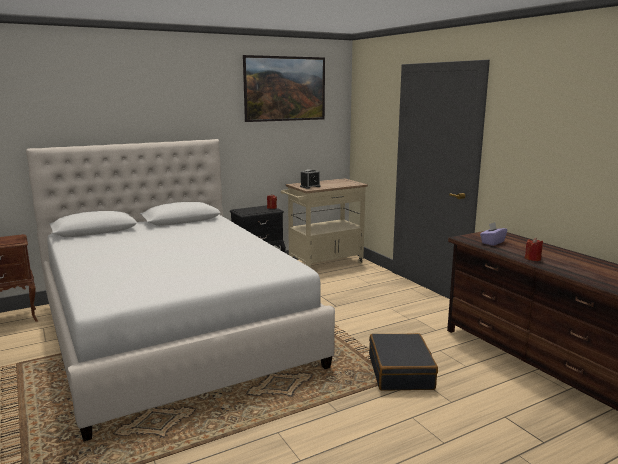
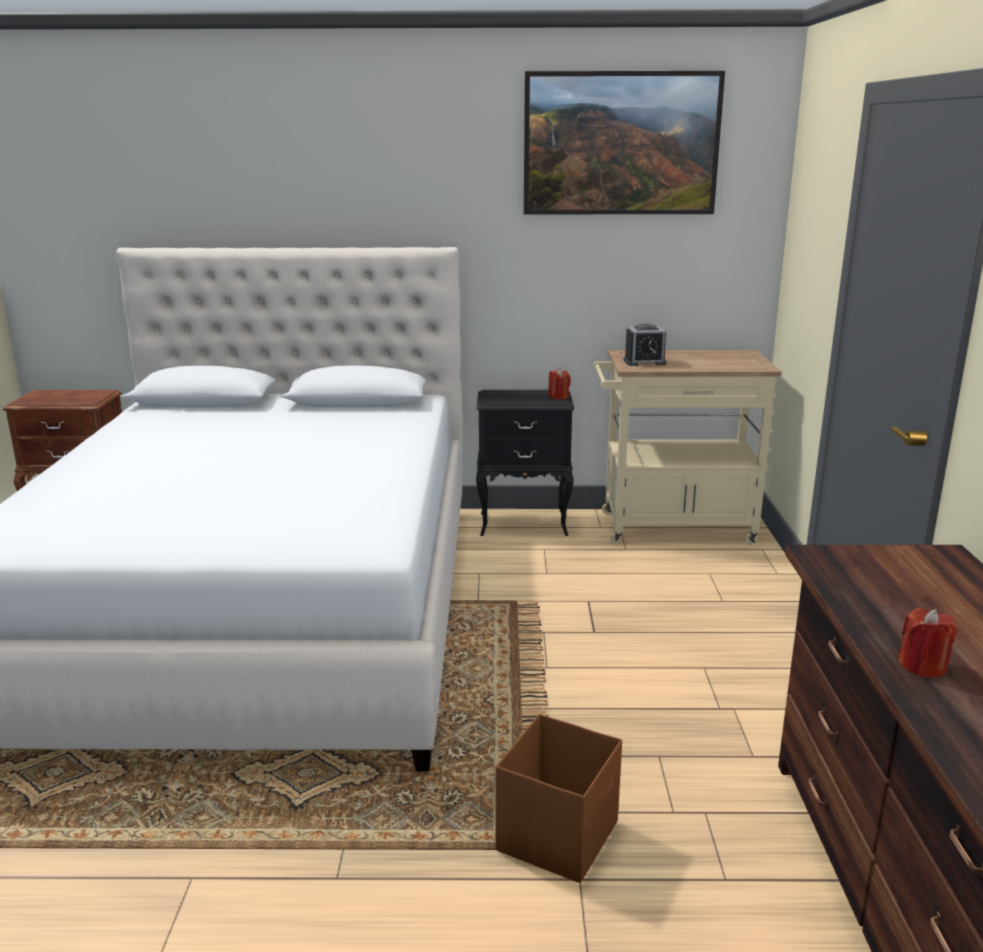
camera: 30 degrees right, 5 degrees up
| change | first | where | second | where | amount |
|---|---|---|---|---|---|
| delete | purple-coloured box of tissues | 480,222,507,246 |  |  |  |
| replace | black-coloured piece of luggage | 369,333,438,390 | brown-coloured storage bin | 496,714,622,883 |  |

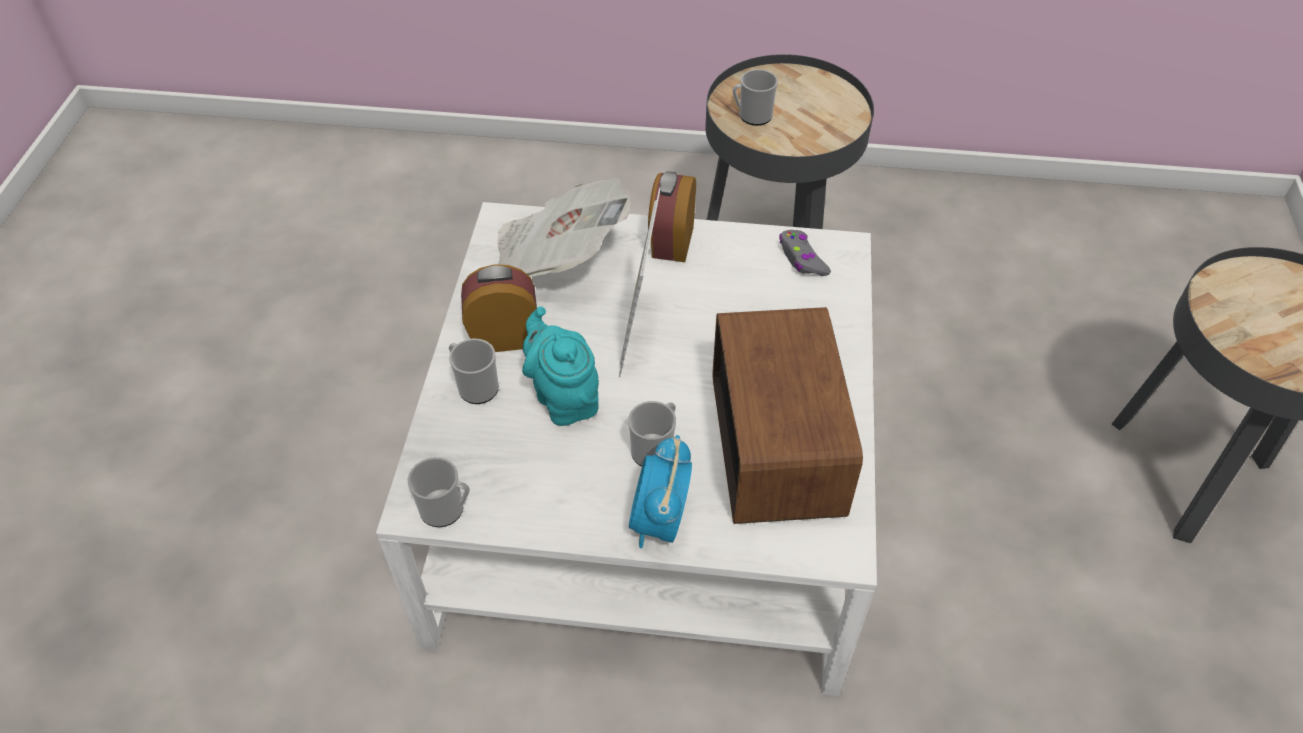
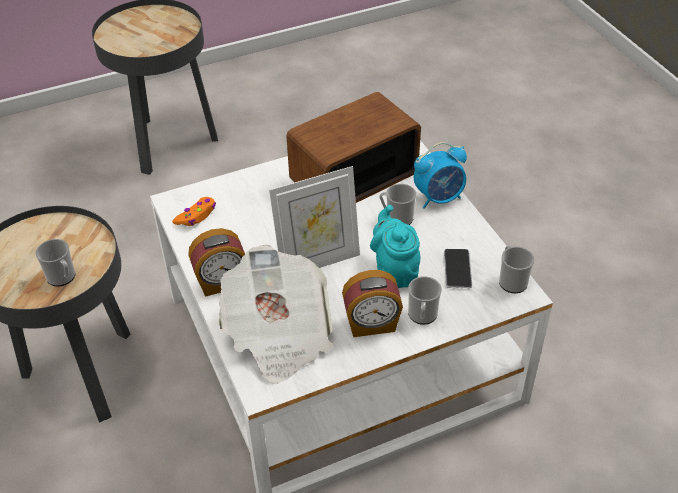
camera: 120 degrees left, 5 degrees down
| change | first | where | second | where | amount |
|---|---|---|---|---|---|
| insert |  |  | phone | 444,249,472,288 |  |
| recolor | grey gamepad | 779,230,831,276 | orange gamepad | 172,197,216,226 |  |
| rotate | table clock | 461,264,537,352 |  | 342,270,403,337 | 60 degrees counterclockwise |
| rotate | turquoise pot for tea | 522,306,599,426 |  | 370,205,420,288 | 135 degrees clockwise |

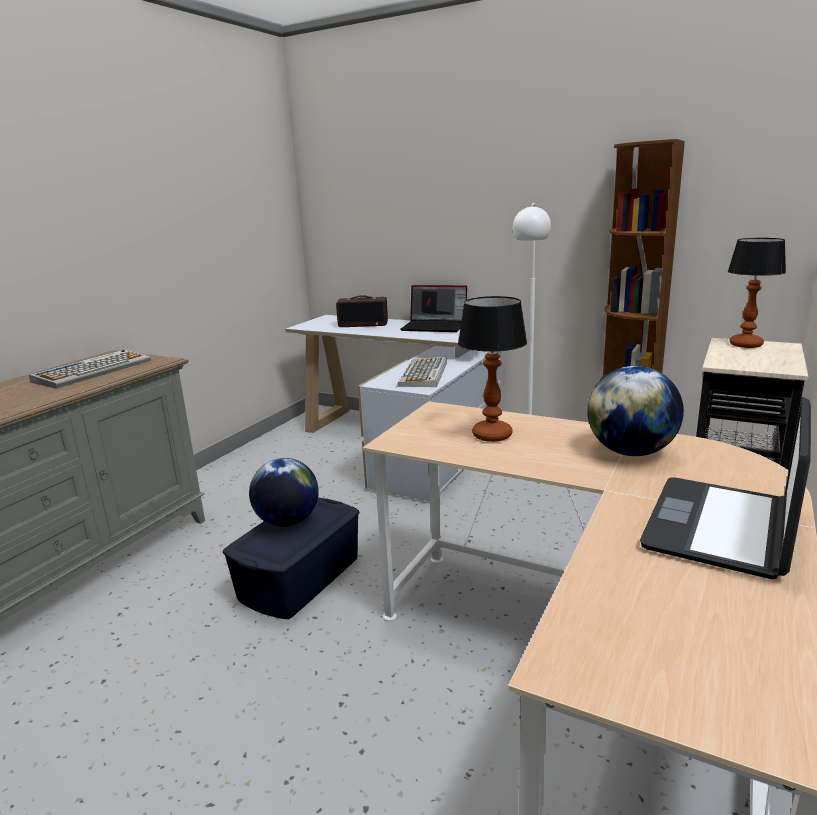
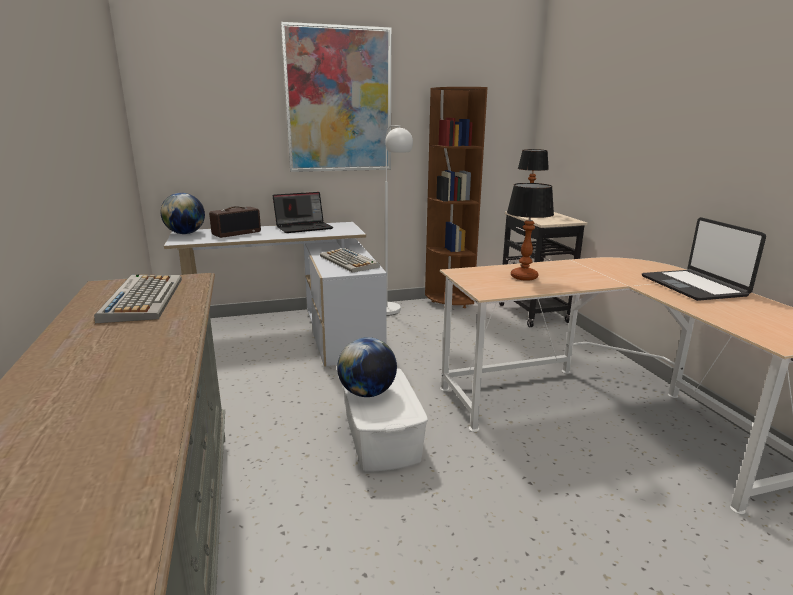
camera: 45 degrees left, 0 degrees up
| change | first | where | second | where | amount |
|---|---|---|---|---|---|
| insert |  |  | wall art | 281,22,391,172 |  |
| move | desk globe | 587,366,684,456 |  | 161,193,205,234 |  |
| recolor | blue-coloured storage bin | 223,497,359,619 | white-coloured storage bin | 342,368,428,472 |  |

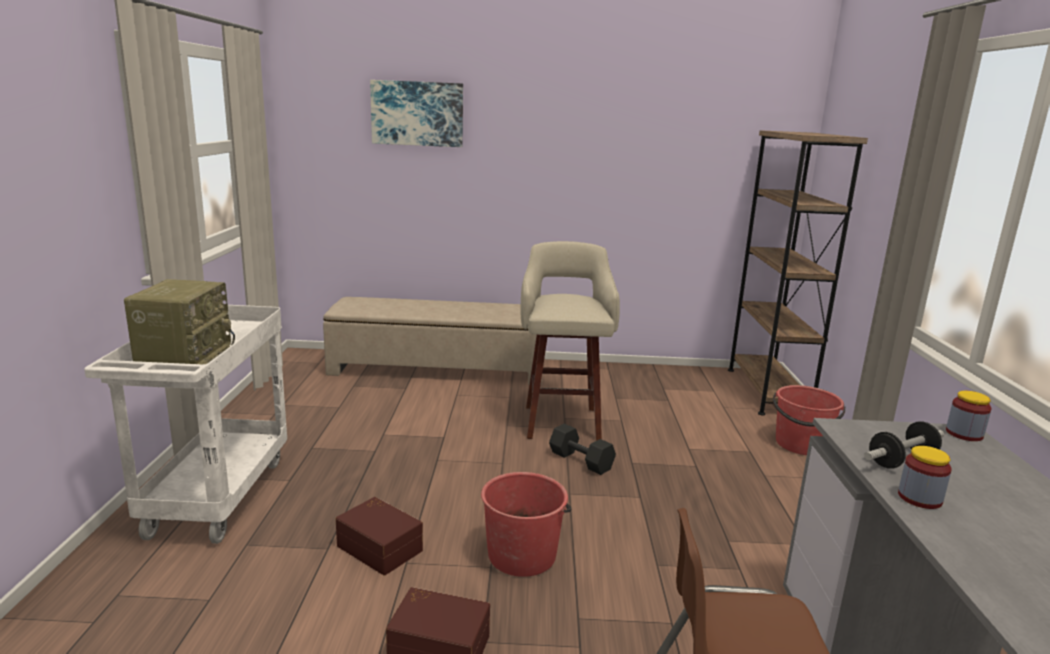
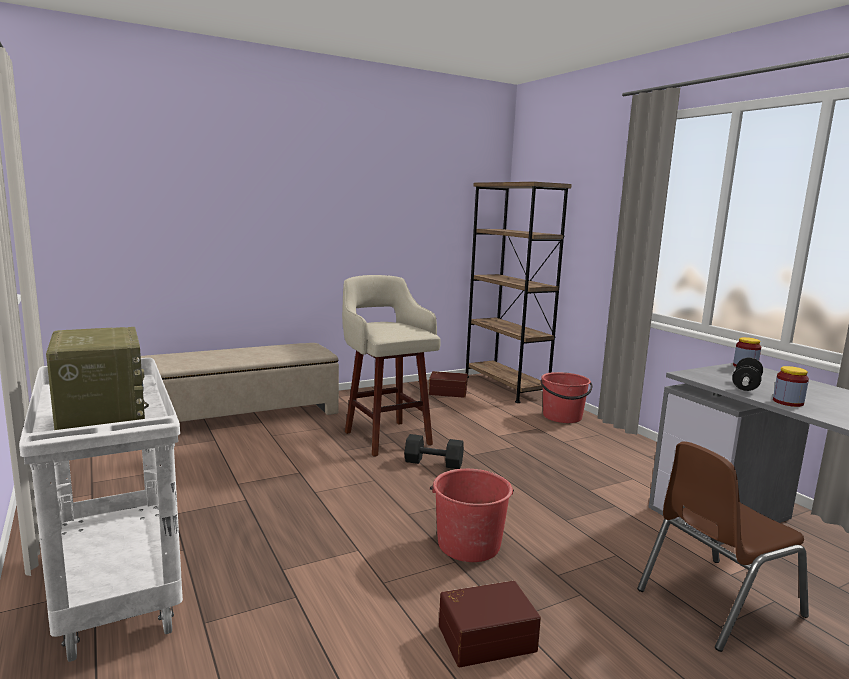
camera: 30 degrees left, 5 degrees down
| change | first | where | second | where | amount |
|---|---|---|---|---|---|
| delete | wall art | 370,80,463,147 |  |  |  |
| move | brown-coloured storage bin | 336,497,423,575 |  | 429,371,468,398 |  |

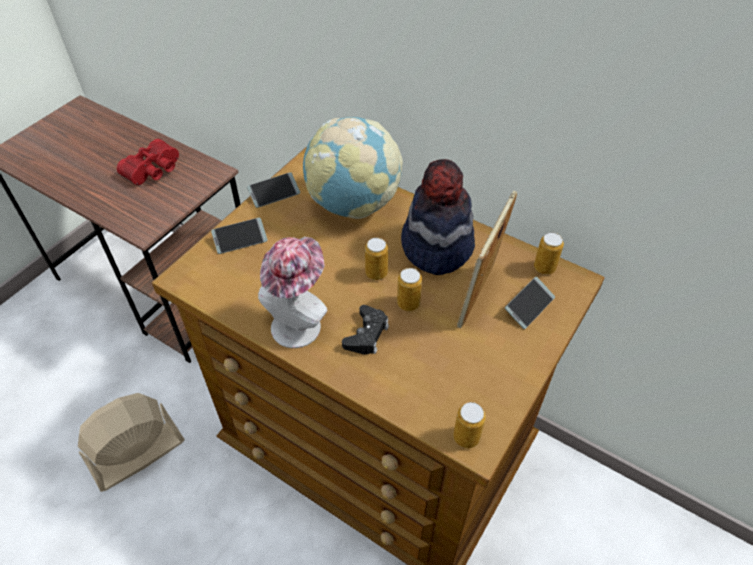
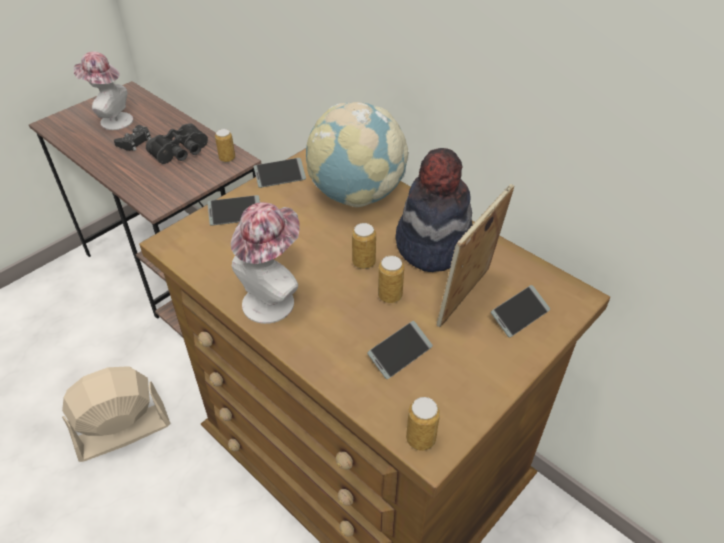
camera: 10 degrees right, 5 degrees down
| change | first | where | second | where | amount |
|---|---|---|---|---|---|
| insert |  |  | wearable hat | 73,52,133,130 |  |
| insert |  |  | phone | 367,321,433,379 |  |
| move | black-coloured gamepad | 342,305,389,355 |  | 114,125,151,151 |  |
| move | can | 534,232,564,275 |  | 215,129,235,162 |  |
| recolor | red-coloured field glasses | 117,139,179,185 | black-coloured field glasses | 146,123,208,164 |  |

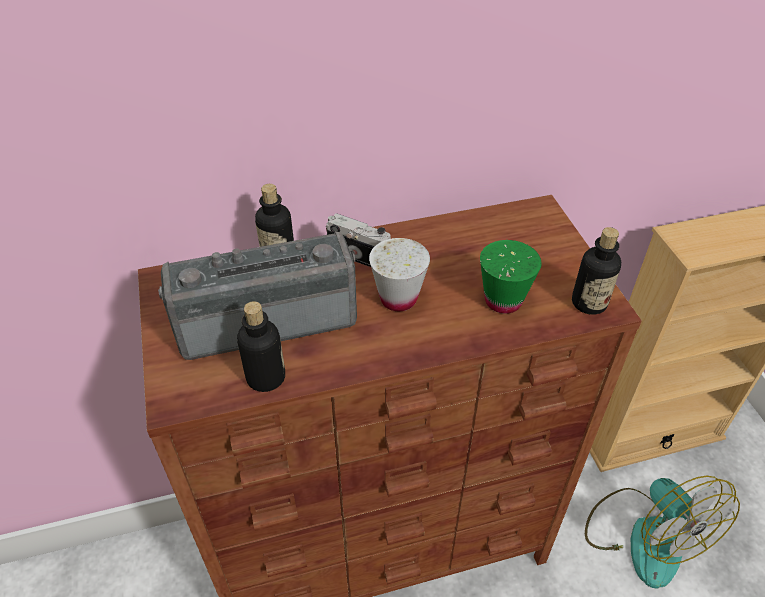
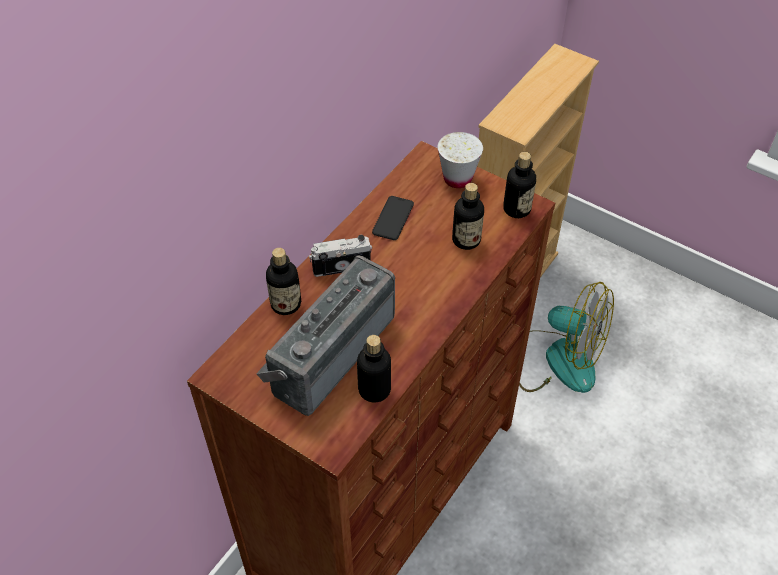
camera: 40 degrees left, 5 degrees up
| change | first | where | second | where | amount |
|---|---|---|---|---|---|
| insert |  |  | phone | 372,196,414,240 |  |
| move | white-coloured cup | 369,238,430,311 |  | 438,132,483,188 |  |
| replace | green-coloured cup | 480,240,542,314 | bottle | 452,183,484,250 |  |

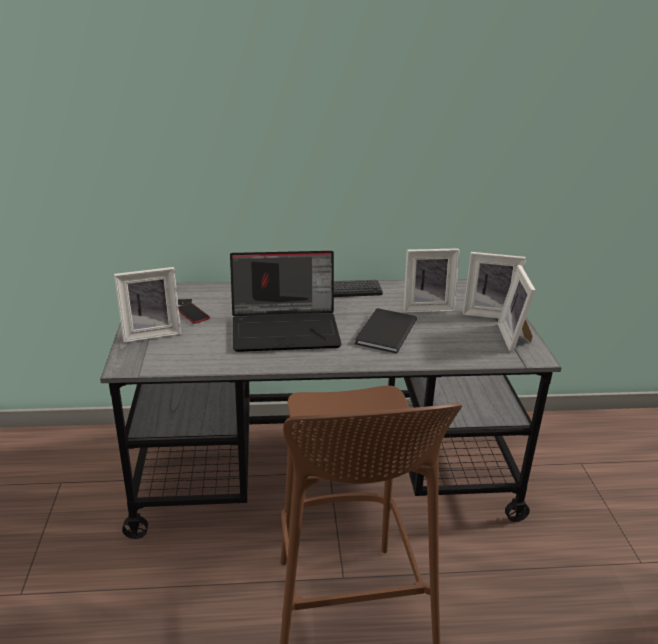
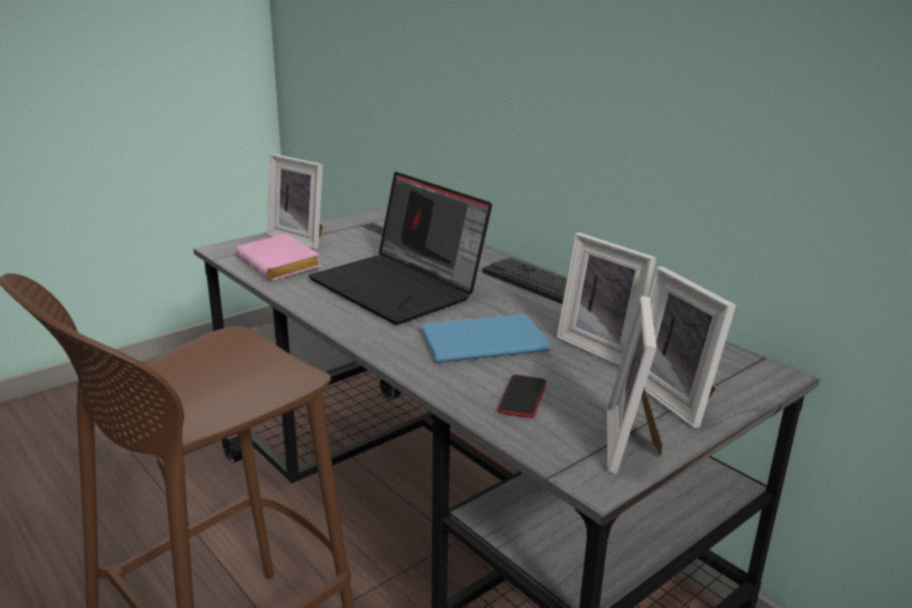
camera: 55 degrees right, 5 degrees down
| change | first | where | second | where | amount |
|---|---|---|---|---|---|
| insert |  |  | pink-coloured volume | 236,233,321,281 |  |
| move | phone | 178,303,210,324 |  | 497,375,547,418 |  |
| recolor | black-coloured volume | 355,308,417,353 | blue-coloured volume | 421,314,551,363 |  |
| rotate | photo frame | 497,265,536,352 |  | 607,296,663,474 | 45 degrees counterclockwise |

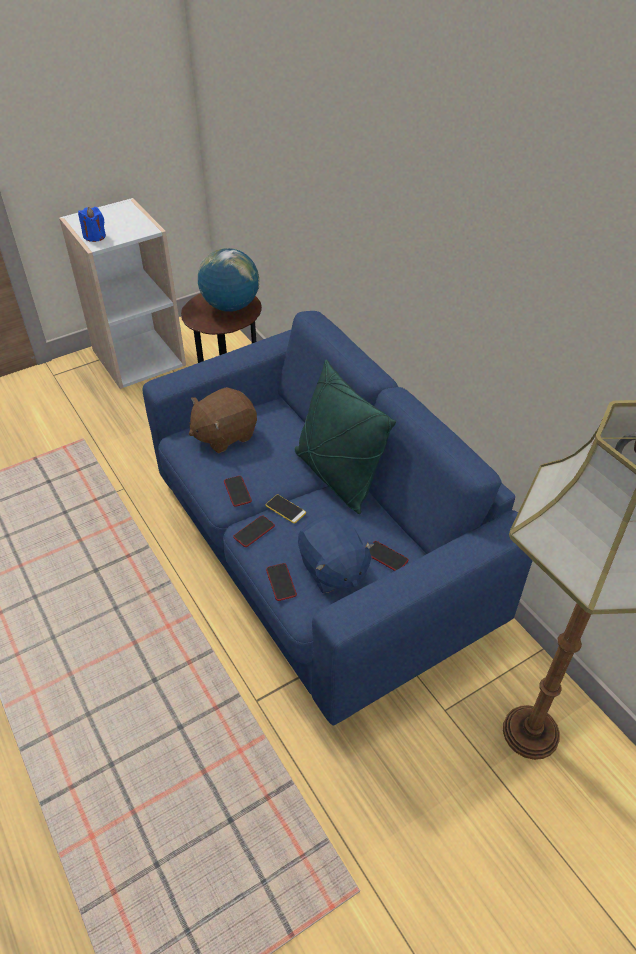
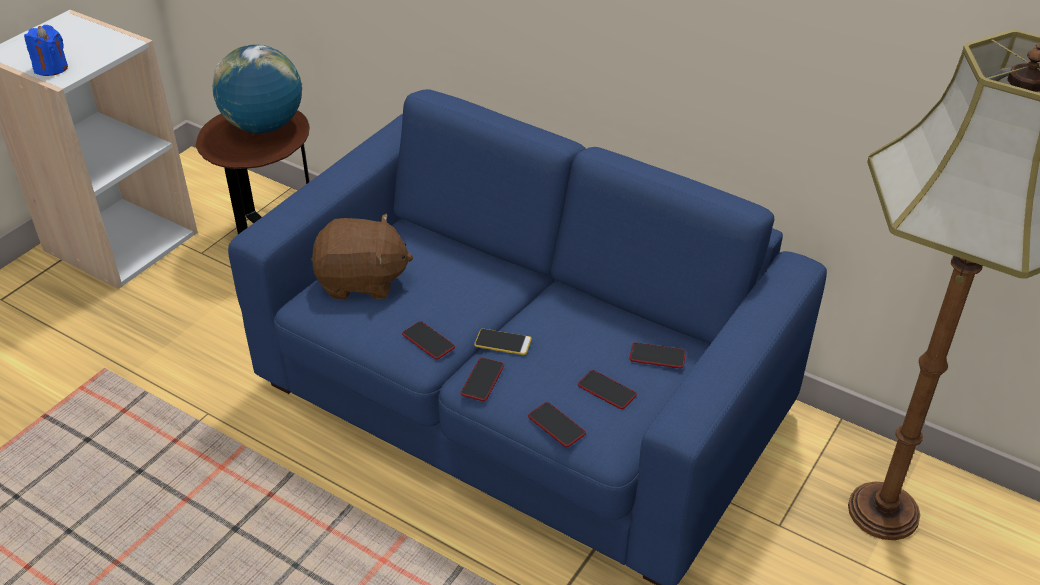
camera: 25 degrees left, 5 degrees down
| change | first | where | second | where | amount |
|---|---|---|---|---|---|
| delete | green-coloured cushion | 294,360,396,514 |  |  |  |
| replace | blue-coloured cuddly toy | 298,515,375,593 | phone | 578,370,637,409 |  |
| rotate | brown-coloured cuddly toy | 189,387,257,453 |  | 311,214,413,299 | 120 degrees counterclockwise |

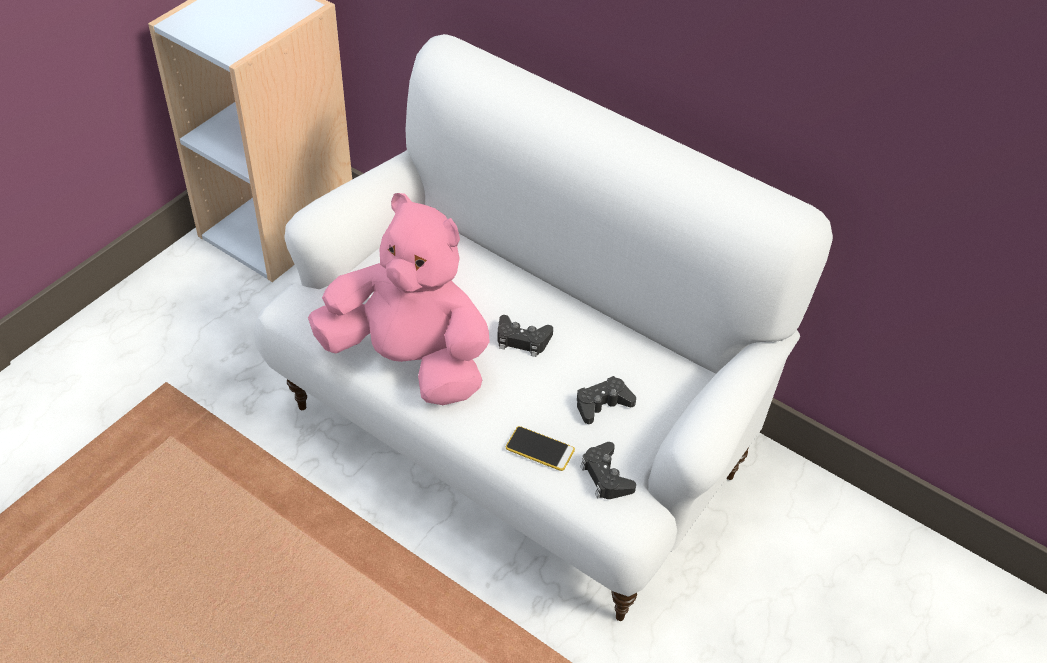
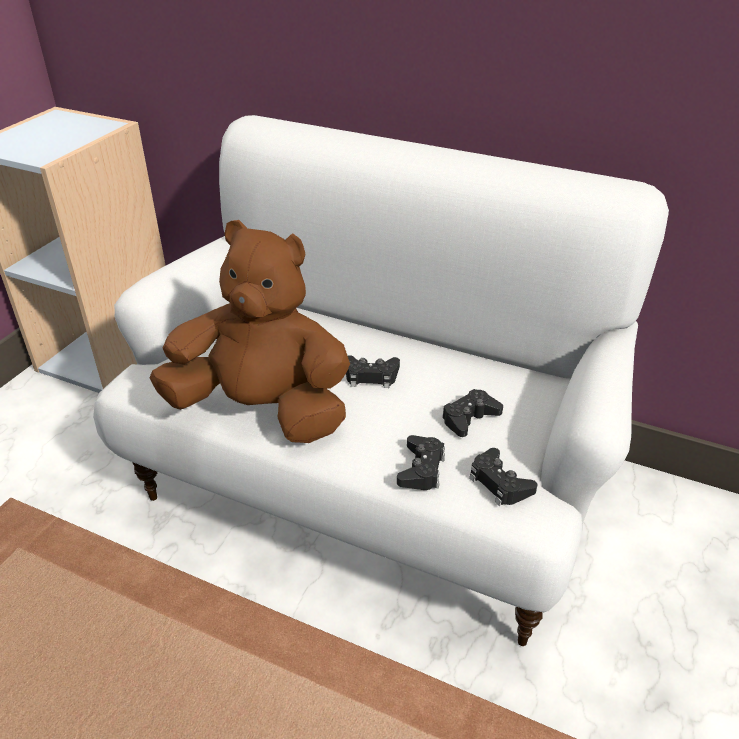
camera: 10 degrees left, 10 degrees down
| change | first | where | second | where | amount |
|---|---|---|---|---|---|
| replace | phone | 506,426,575,471 | black-coloured gamepad | 397,435,445,490 |  |
| recolor | pink-coloured cuddly toy | 308,193,490,405 | brown-coloured cuddly toy | 149,220,350,443 |  |

